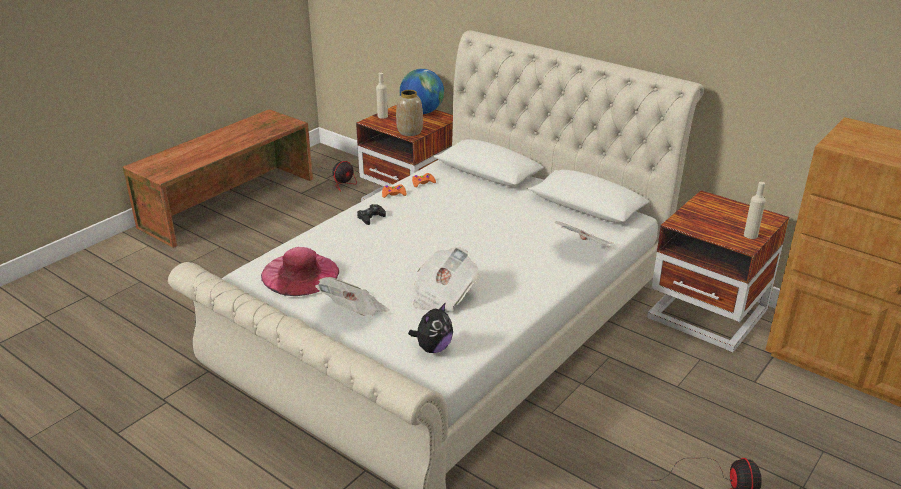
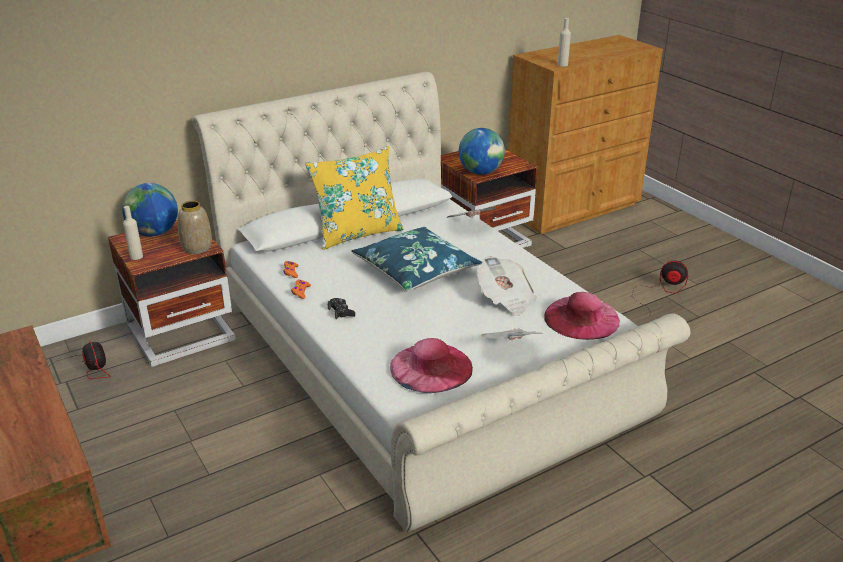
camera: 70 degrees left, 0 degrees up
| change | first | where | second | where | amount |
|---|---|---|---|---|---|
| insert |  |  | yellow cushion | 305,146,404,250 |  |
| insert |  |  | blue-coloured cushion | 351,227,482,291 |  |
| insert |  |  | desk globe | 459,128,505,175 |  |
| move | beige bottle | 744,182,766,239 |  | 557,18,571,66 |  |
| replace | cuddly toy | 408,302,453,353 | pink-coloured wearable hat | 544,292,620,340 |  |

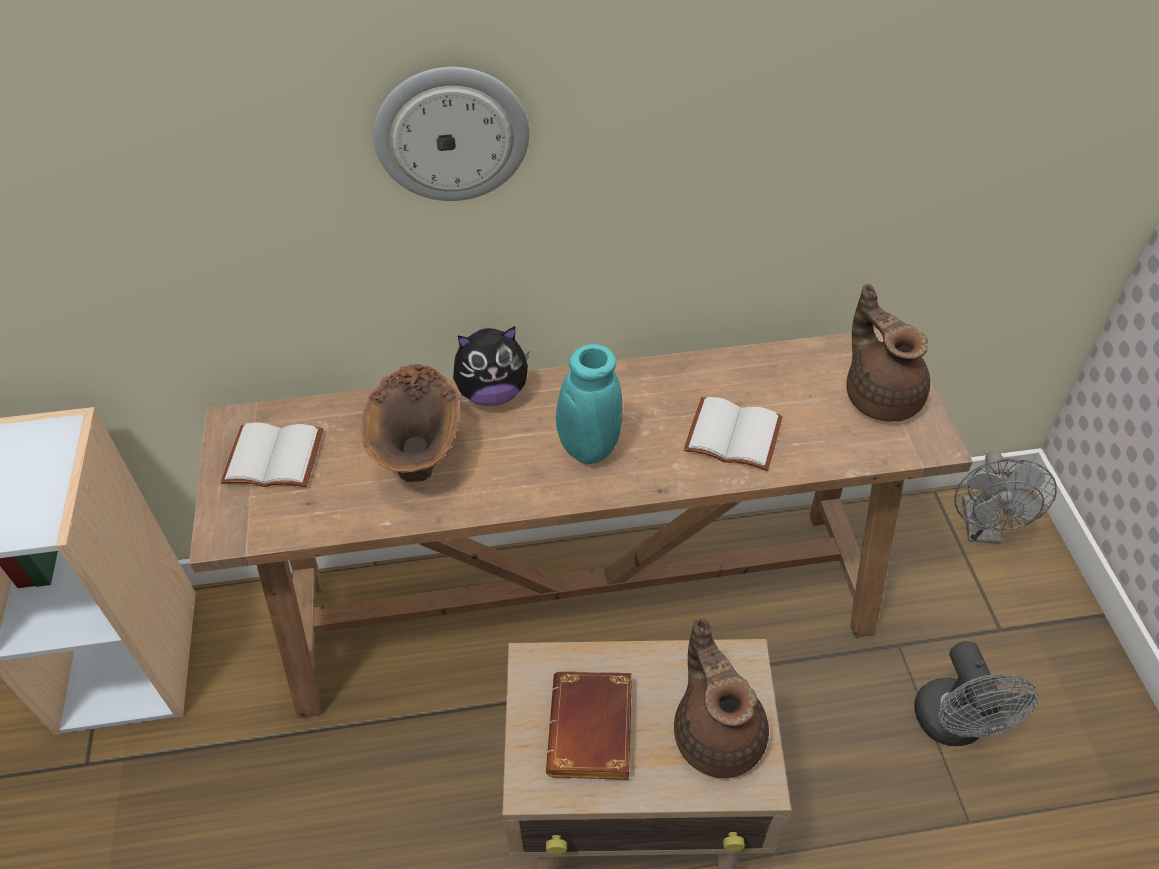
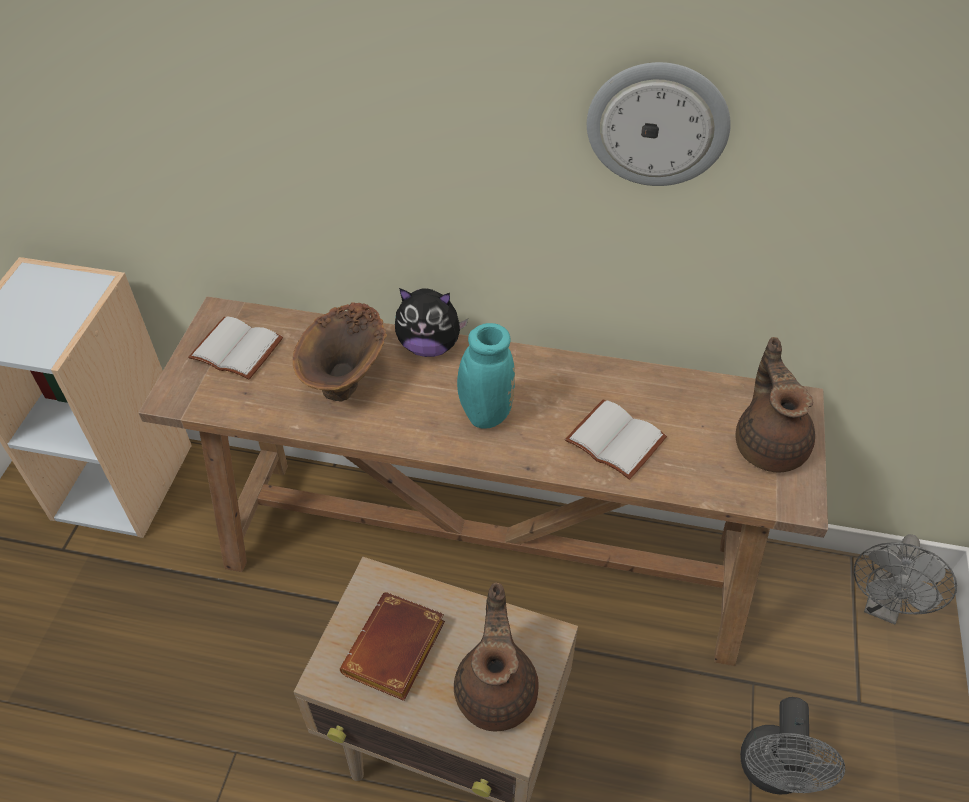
camera: 20 degrees right, 0 degrees up
| change | first | where | second | where | amount |
|---|---|---|---|---|---|
| move | wall clock | 373,67,530,201 |  | 587,62,731,186 |  |

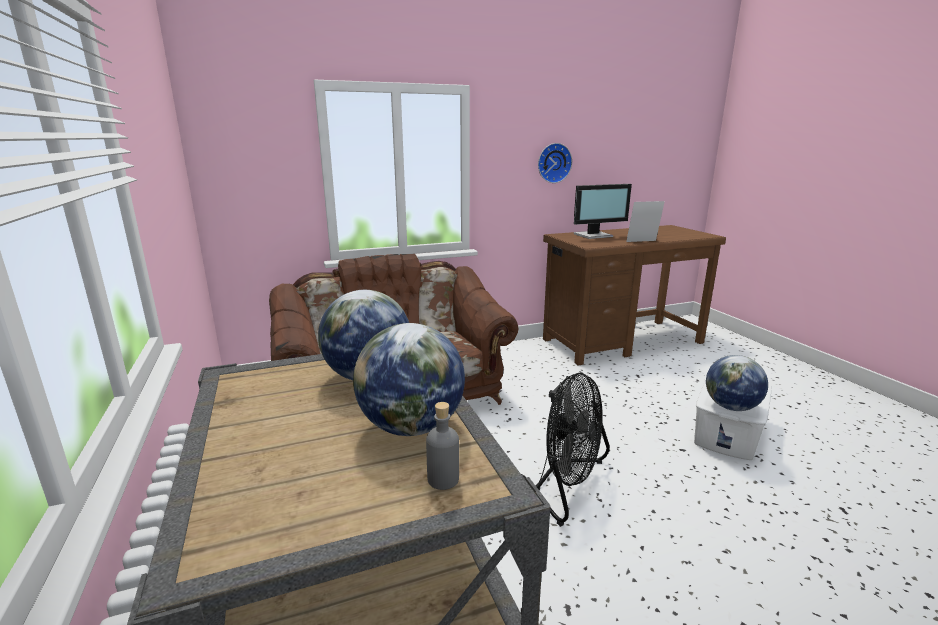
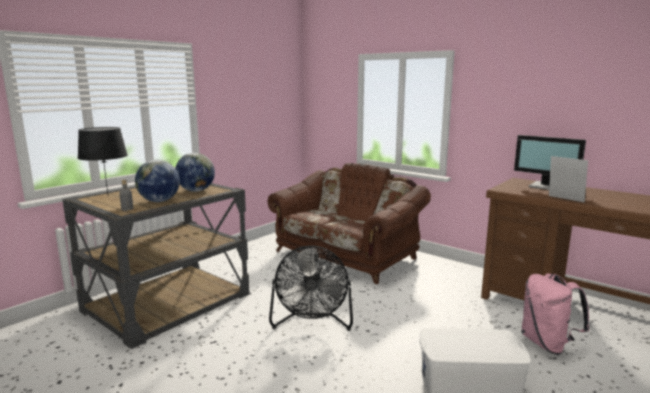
camera: 60 degrees right, 5 degrees down
| change | first | where | second | where | amount |
|---|---|---|---|---|---|
| delete | wall clock | 538,143,572,183 |  |  |  |
| delete | desk globe | 706,355,768,411 |  |  |  |
| insert |  |  | black-coloured lamp for a table | 78,127,128,194 |  |
| insert |  |  | pink-coloured rucksack | 521,273,590,355 |  |

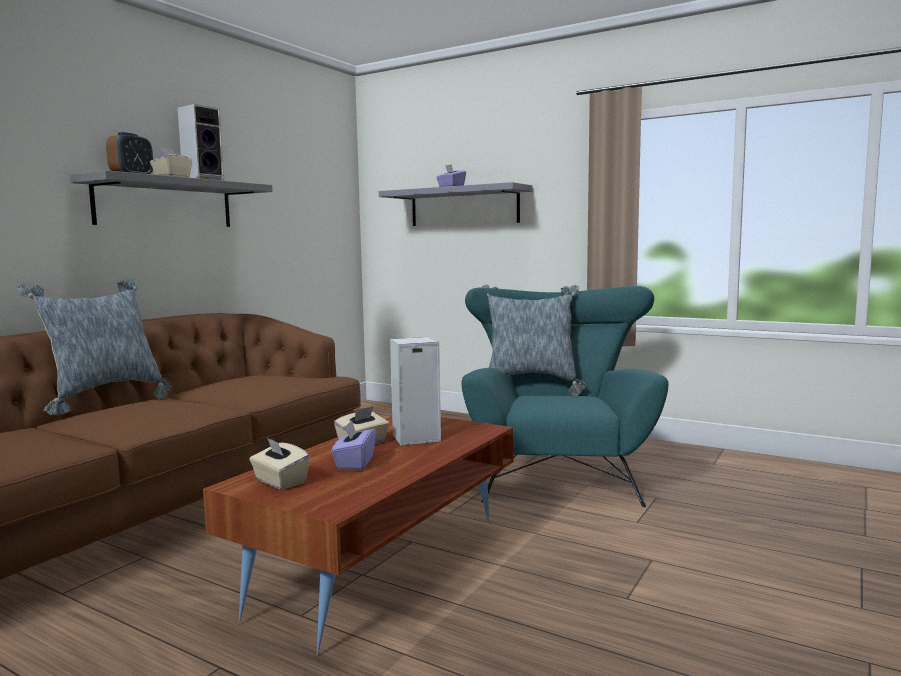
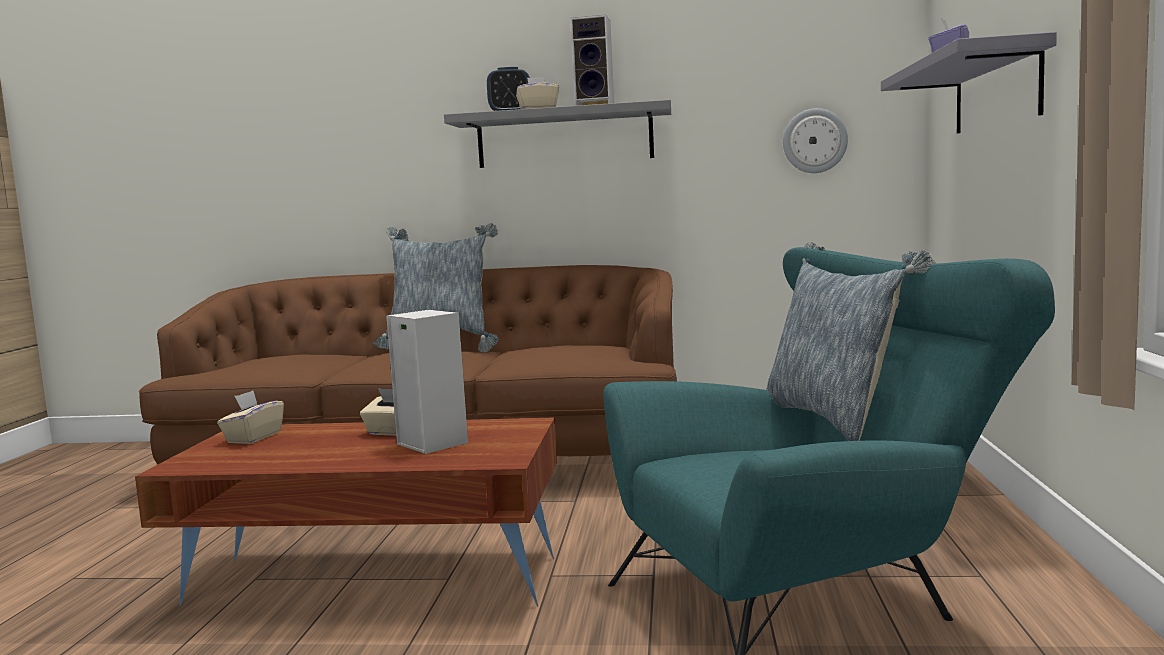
camera: 65 degrees right, 0 degrees up
| change | first | where | second | where | amount |
|---|---|---|---|---|---|
| delete | purple-coloured box of tissues | 331,420,376,470 |  |  |  |
| insert |  |  | wall clock | 783,108,848,173 |  |

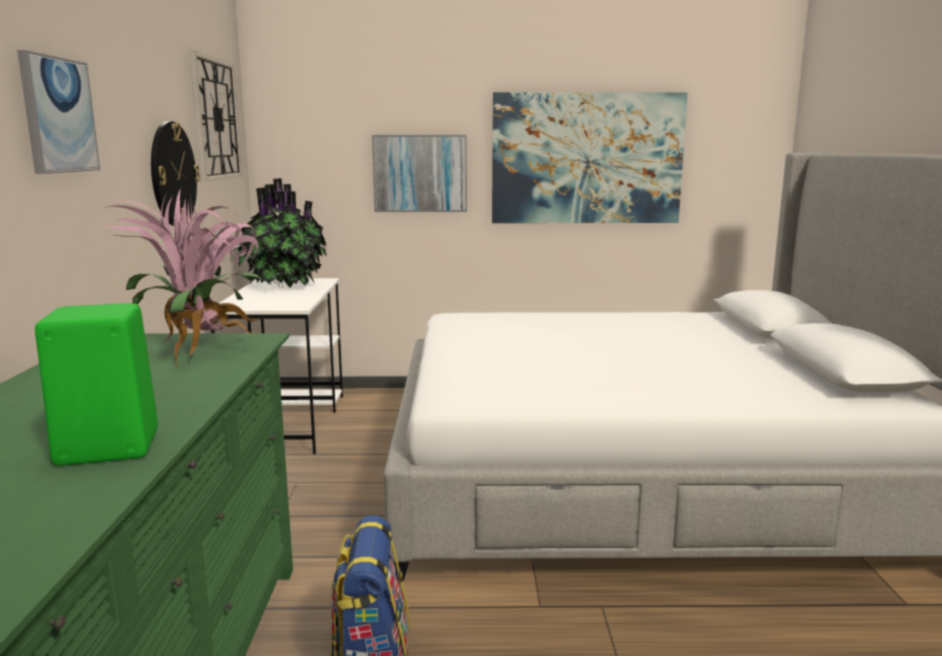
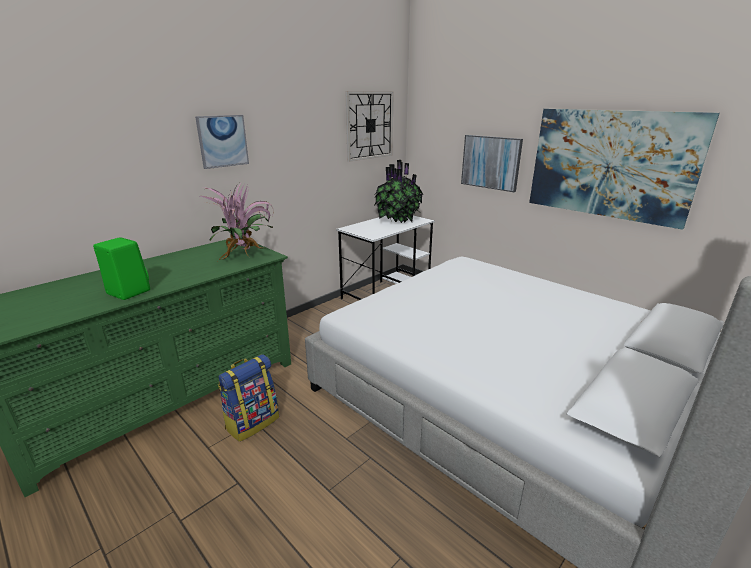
camera: 45 degrees right, 10 degrees up
| change | first | where | second | where | amount |
|---|---|---|---|---|---|
| delete | wall clock | 151,121,200,226 |  |  |  |

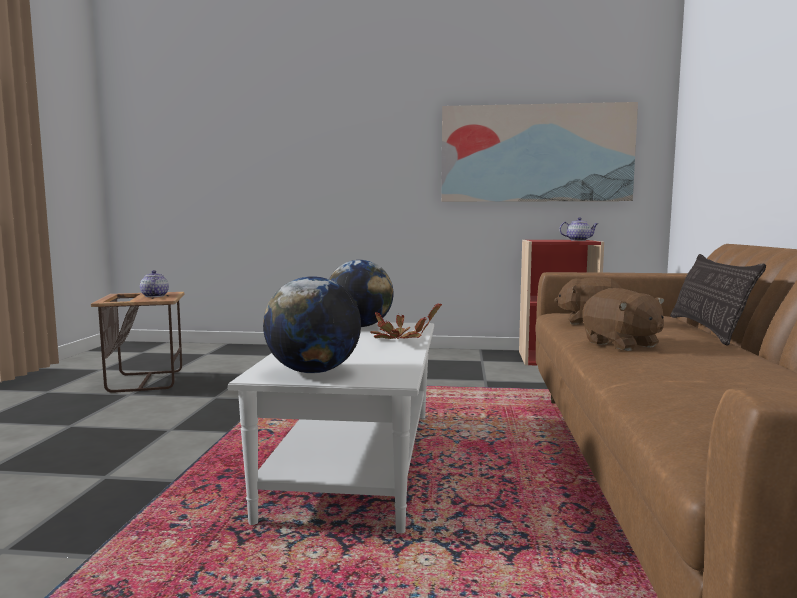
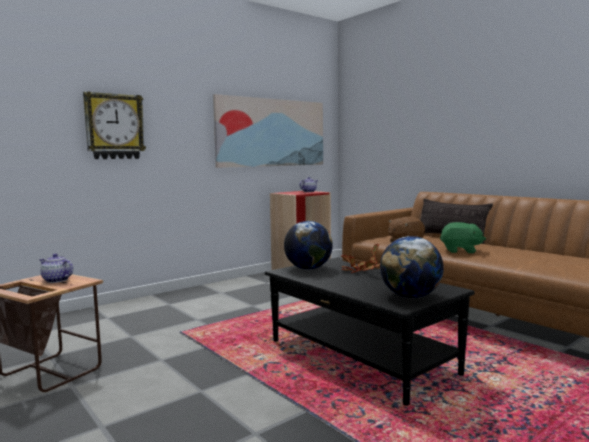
camera: 45 degrees left, 0 degrees up
| change | first | where | second | where | amount |
|---|---|---|---|---|---|
| insert |  |  | wall clock | 83,92,146,159 |  |
| recolor | white-coloured lounge table | 228,322,434,533 | black-coloured lounge table | 265,258,475,406 |  |
| recolor | brown-coloured cuddly toy | 582,288,664,351 | green-coloured cuddly toy | 440,222,486,253 |  |

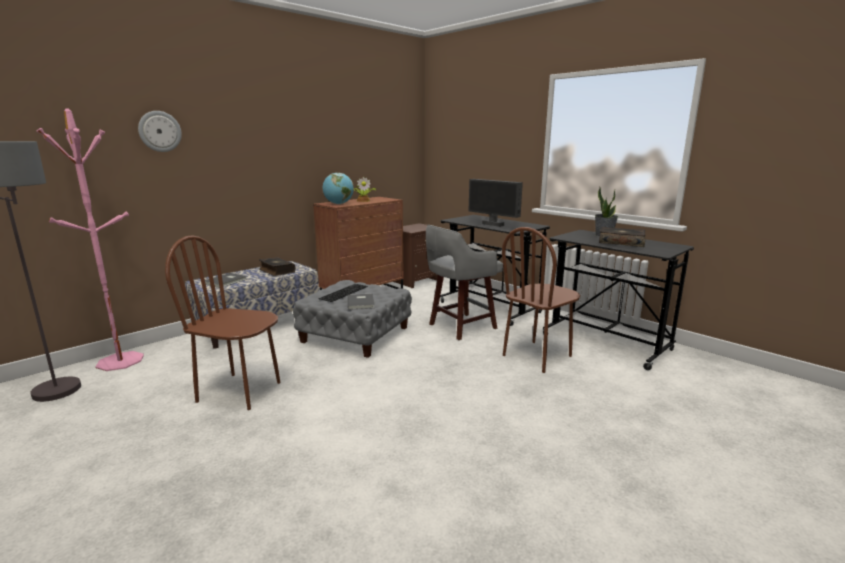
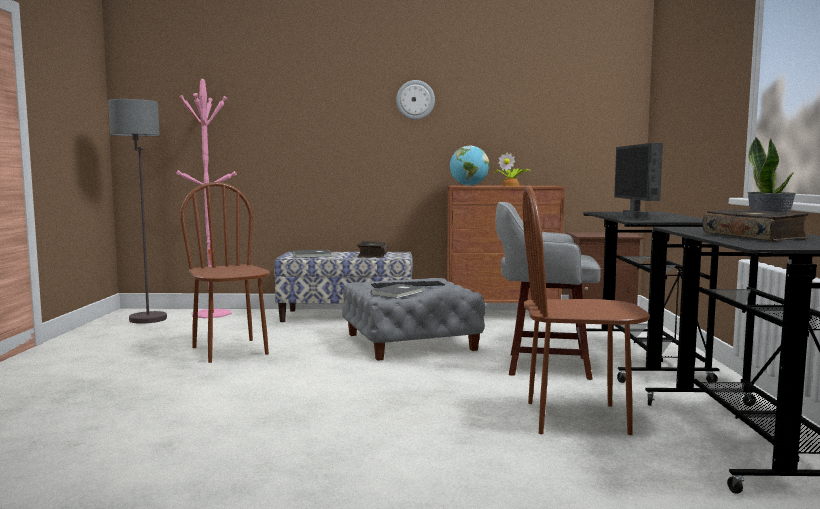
camera: 45 degrees right, 10 degrees down
| change | first | where | second | where | amount |
|---|---|---|---|---|---|
| move | wall clock | 138,111,182,152 |  | 396,80,435,120 |  |

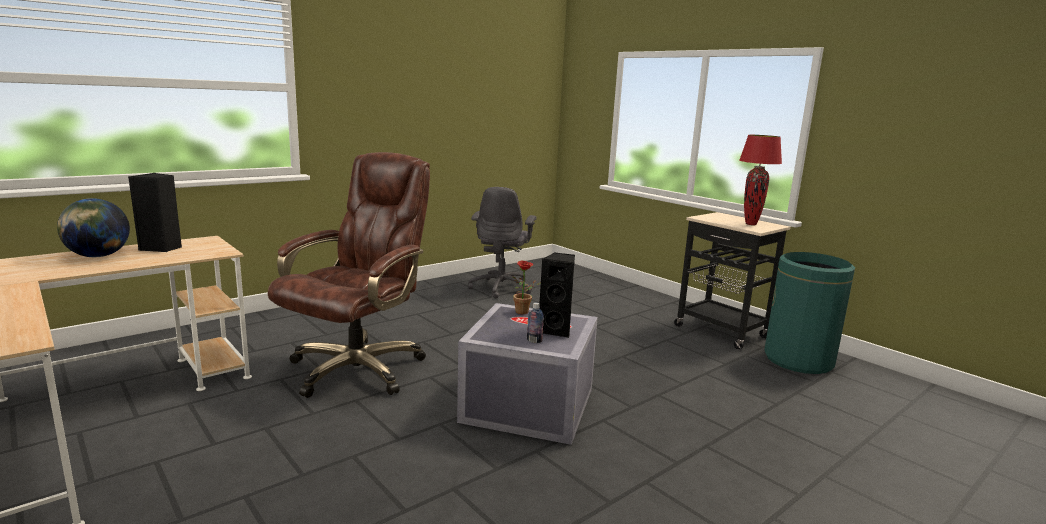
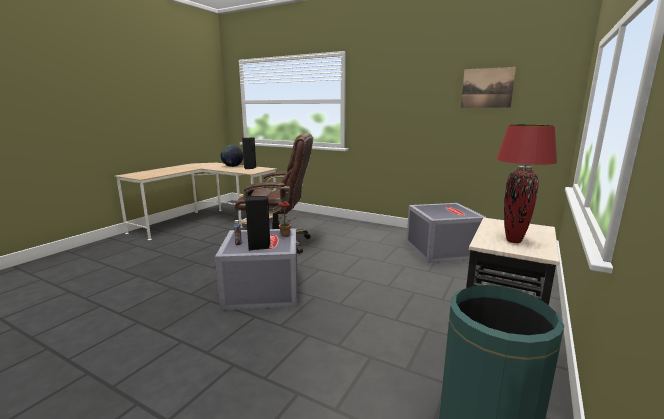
camera: 70 degrees right, 0 degrees up
| change | first | where | second | where | amount |
|---|---|---|---|---|---|
| insert |  |  | wall art | 461,67,516,108 |  |
| replace | grey office chair | 469,187,536,298 | grey storage bin | 407,203,487,263 |  |

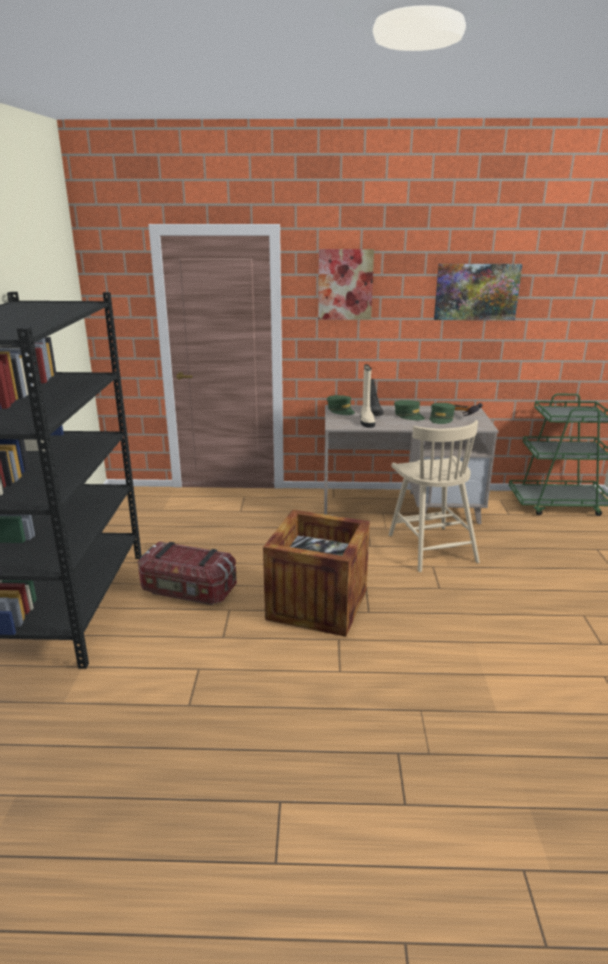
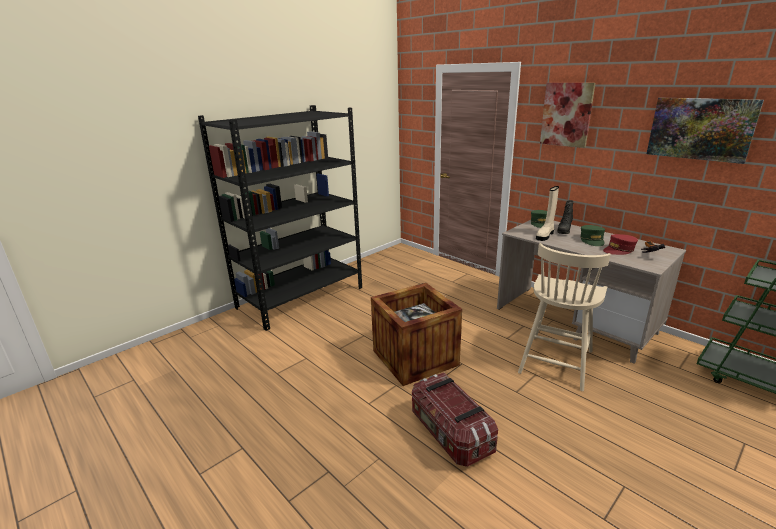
camera: 45 degrees right, 0 degrees up
| change | first | where | second | where | amount |
|---|---|---|---|---|---|
| move | storage bin | 138,541,237,605 |  | 412,373,498,467 |  |
| recolor | green-coloured cap | 430,403,455,424 | red-coloured cap | 603,234,638,255 |  |

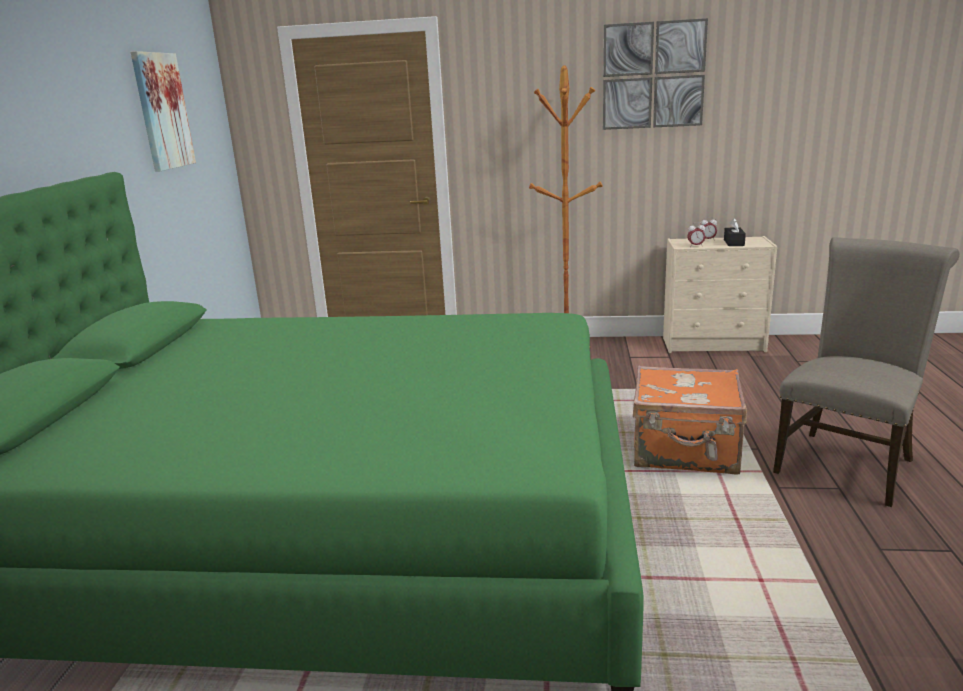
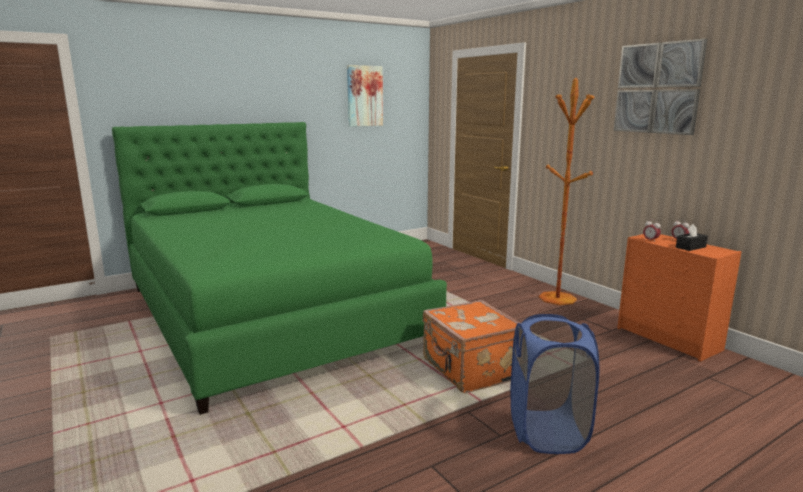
camera: 50 degrees right, 5 degrees down
| change | first | where | second | where | amount |
|---|---|---|---|---|---|
| replace | beige upright chair | 773,237,960,507 | blue-coloured laundry basket | 510,314,600,454 |  |
| recolor | beige drawer chest | 663,236,777,353 | orange drawer chest | 617,234,741,362 |  |

